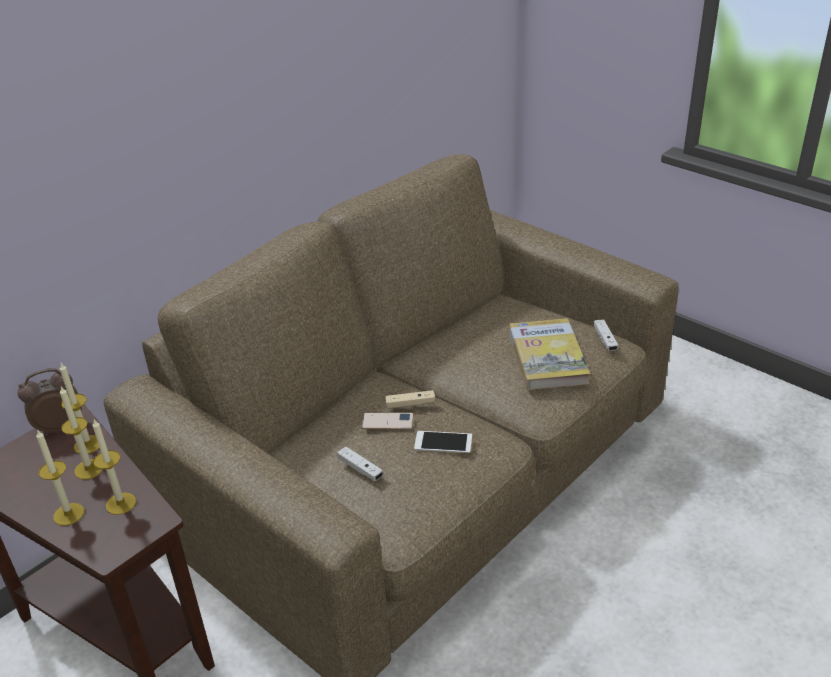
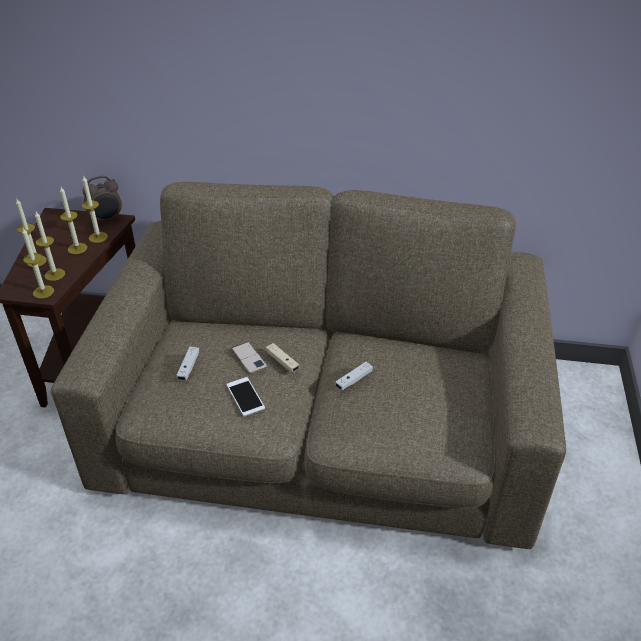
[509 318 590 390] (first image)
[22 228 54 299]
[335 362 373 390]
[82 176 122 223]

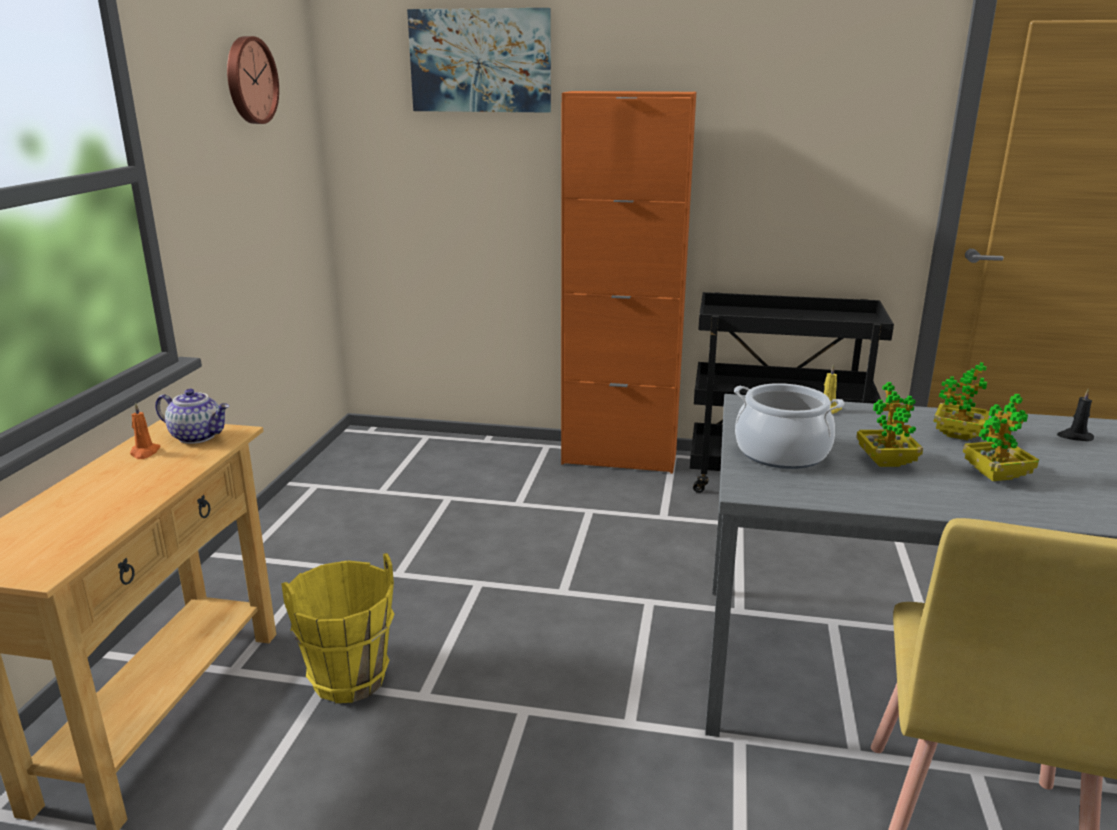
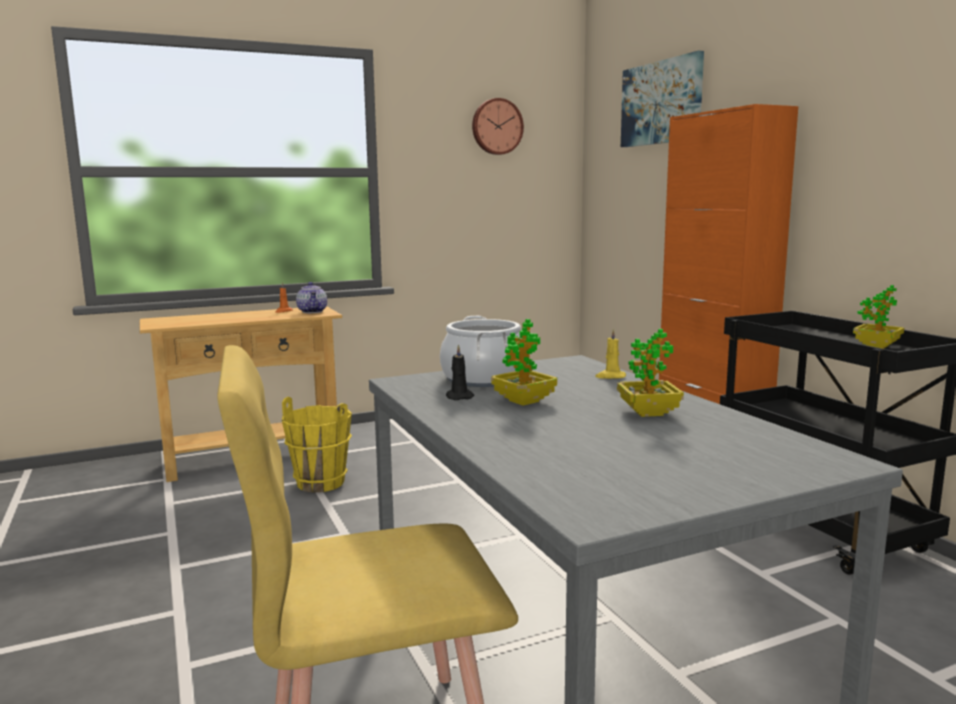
[853 285 904 349]
[446 344 474 400]

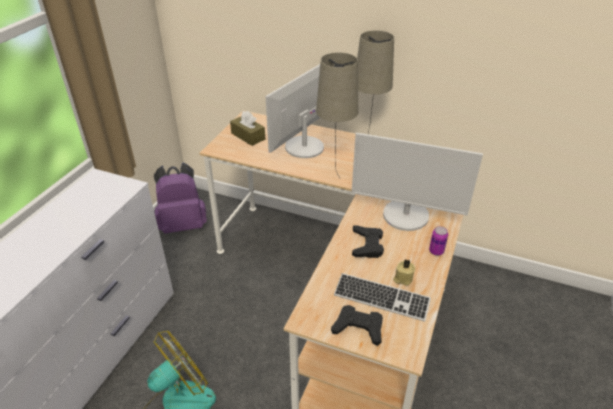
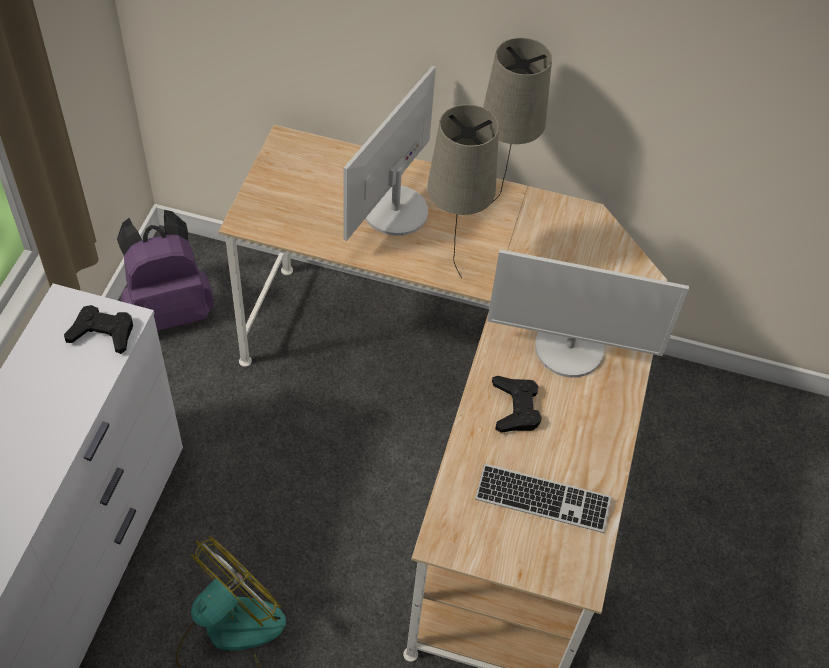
[230 111 265 146] (first image)
[393 259 415 286] (first image)
[429 226 448 256] (first image)
[64 305 133 354]

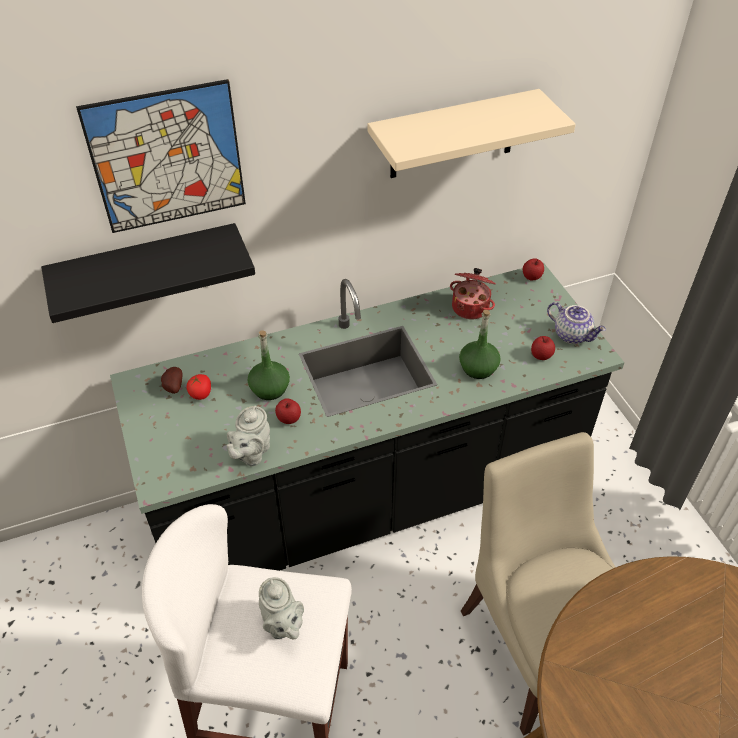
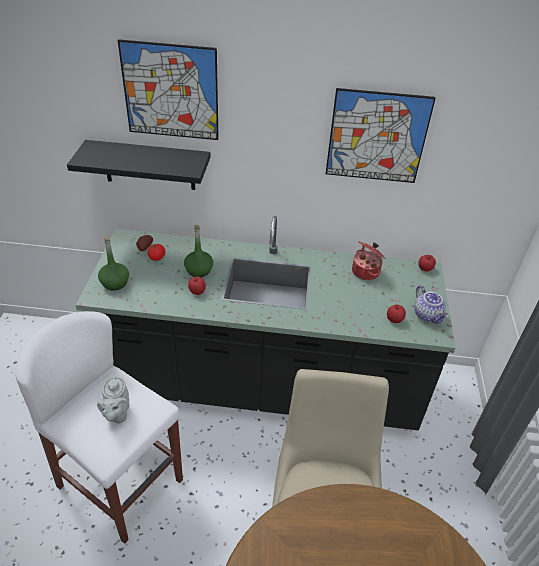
[227 406 270 466] (first image)
[98 236 129 290]
[325 88 436 183]

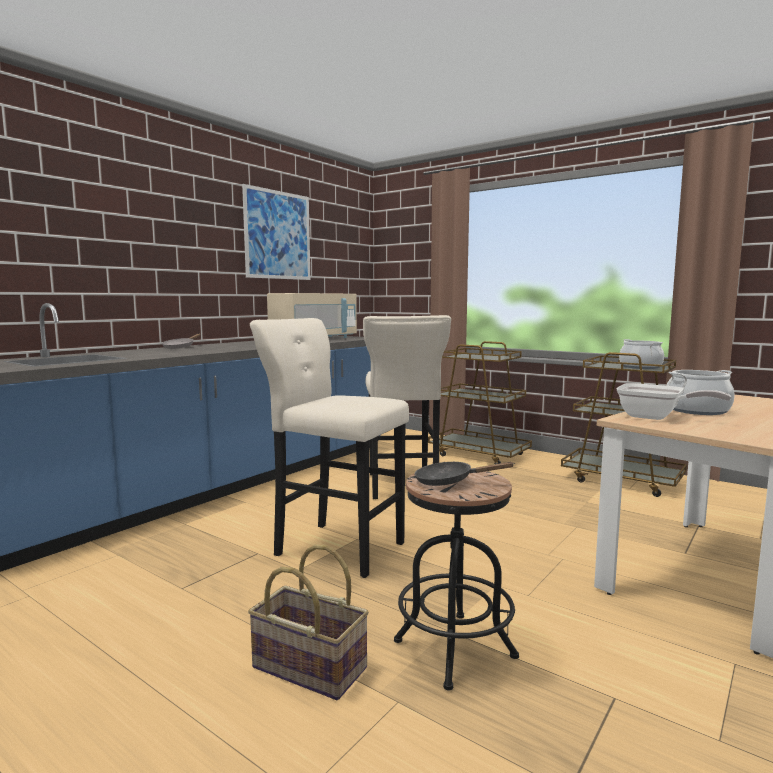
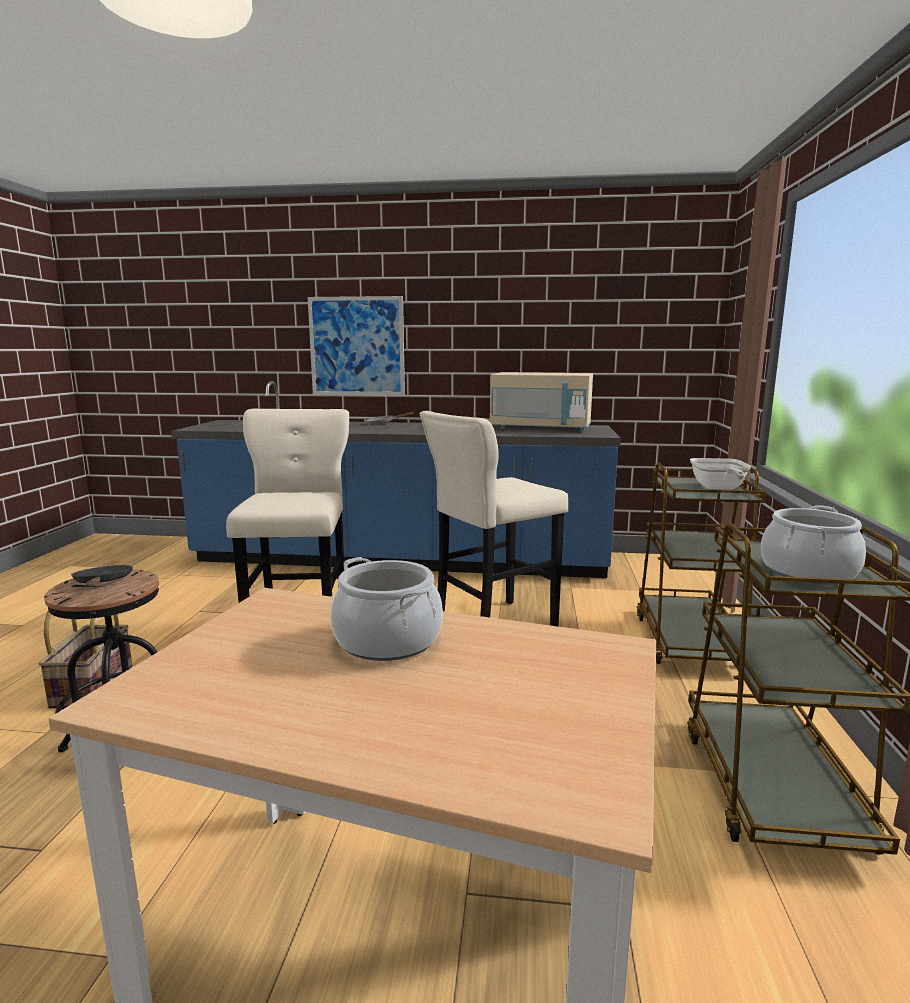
[308 296 405 396]
[690 458 751 490]

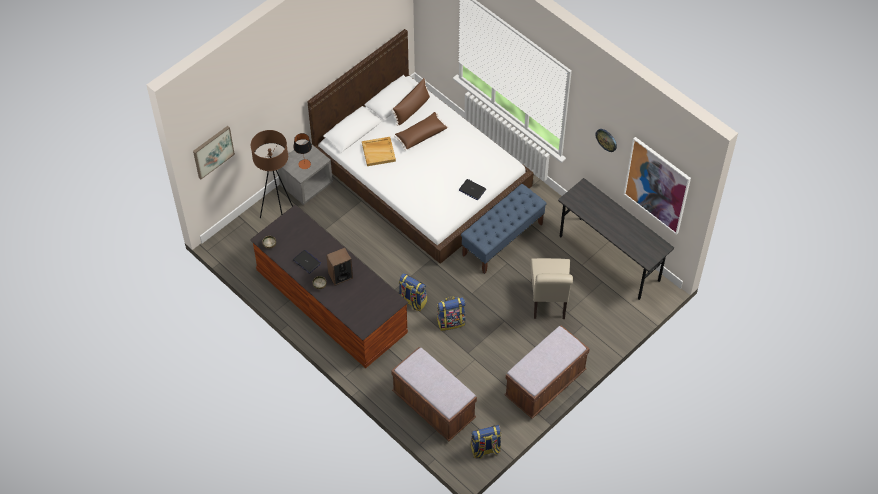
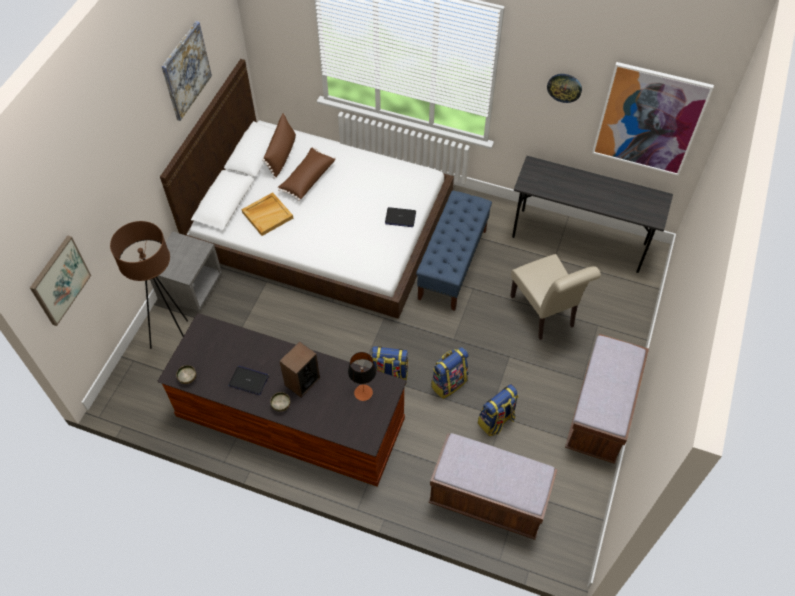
[162 21 212 121]
[348 352 376 401]
[478 384 519 436]

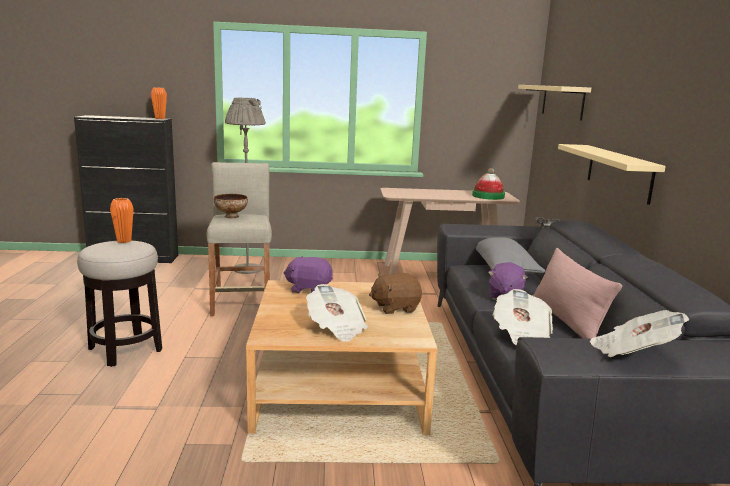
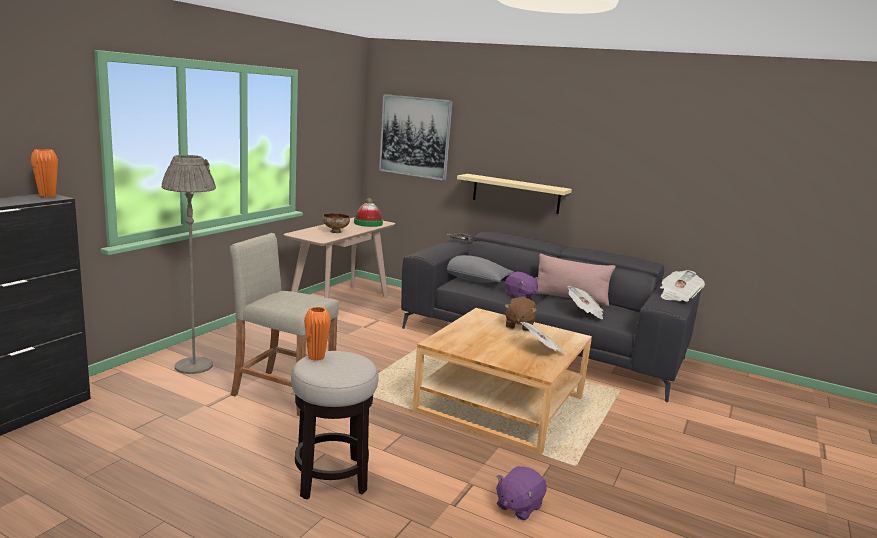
[323 213 350 233]
[496 466 547 520]
[379 94 453 181]

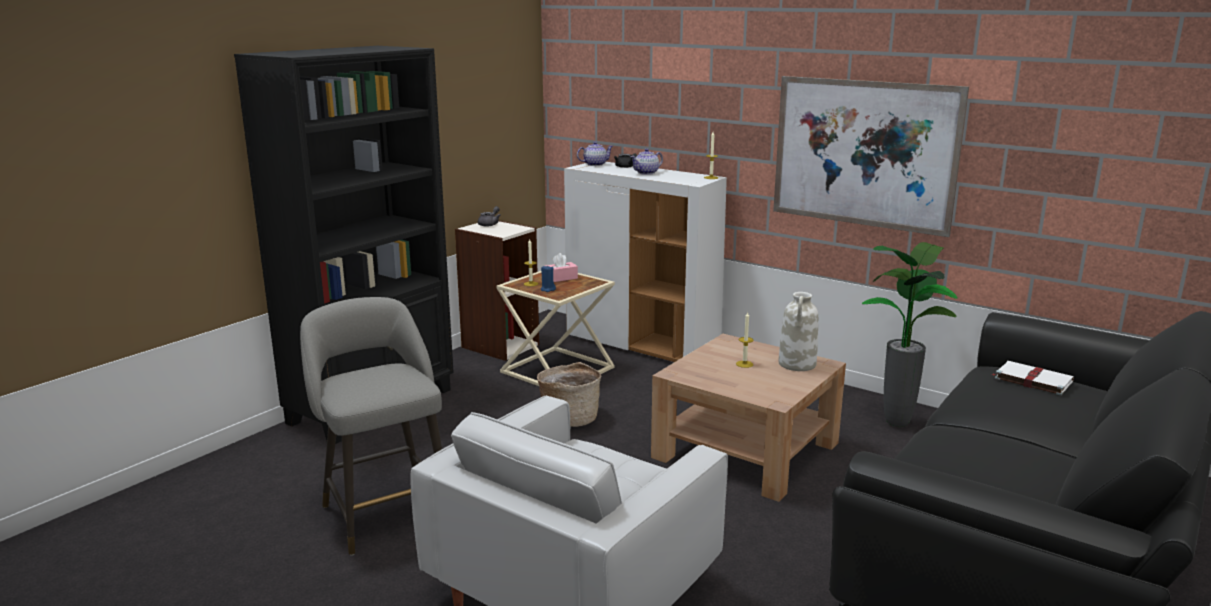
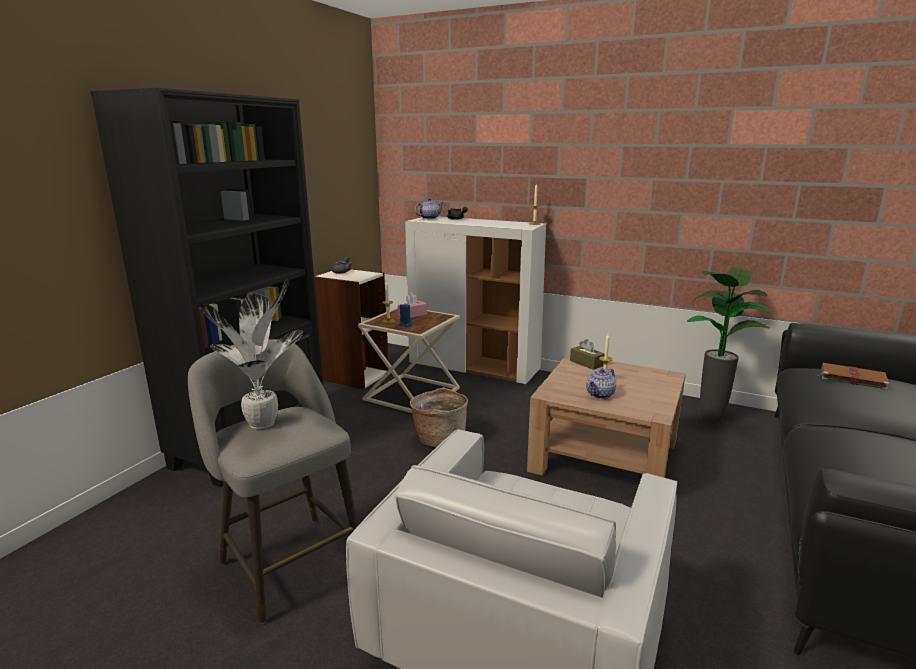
[773 76 969 237] (first image)
[778 292 818 371] (first image)
[201 278 303 429]
[570 339 605 370]
[586 368 616 399]
[816 362 889 390]

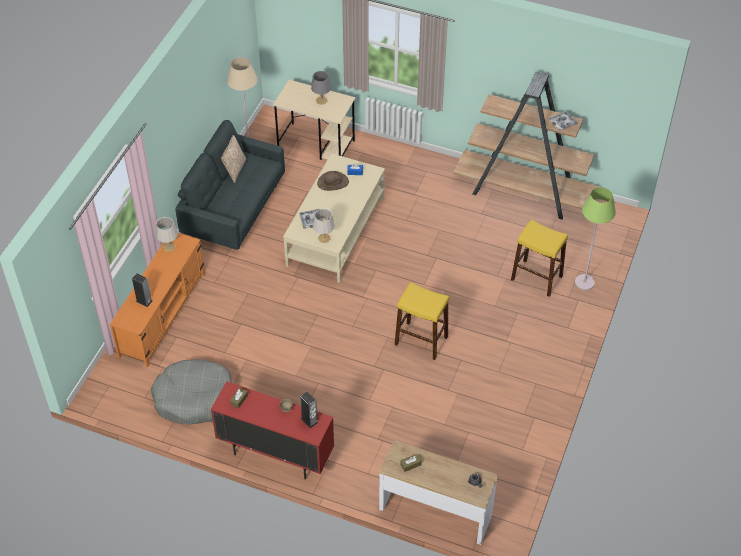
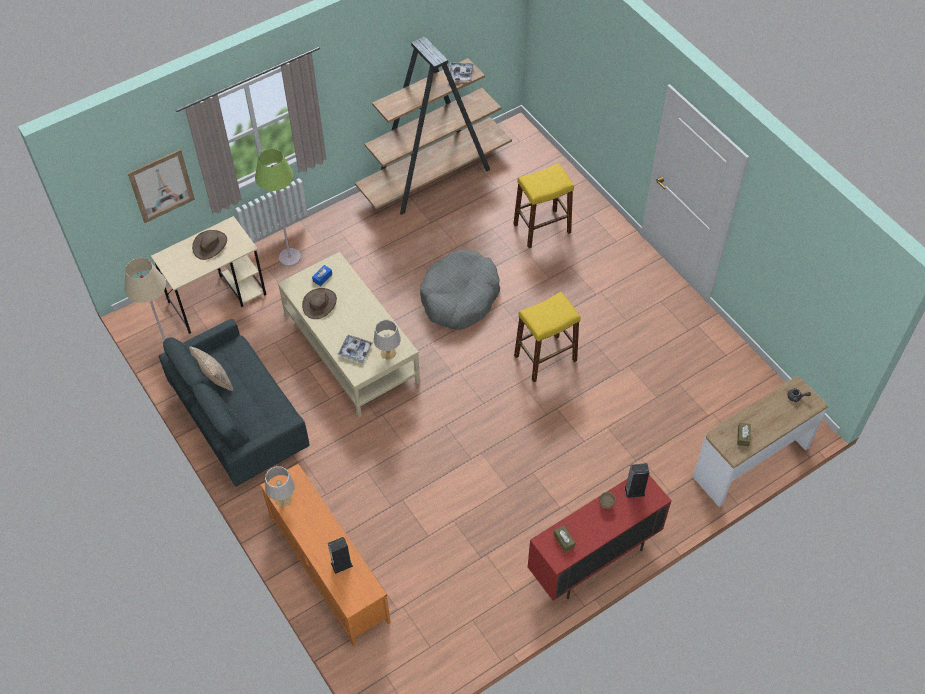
[128 149 195 223]
[420 250 500 330]
[255 149 301 266]
[192 230 227 260]

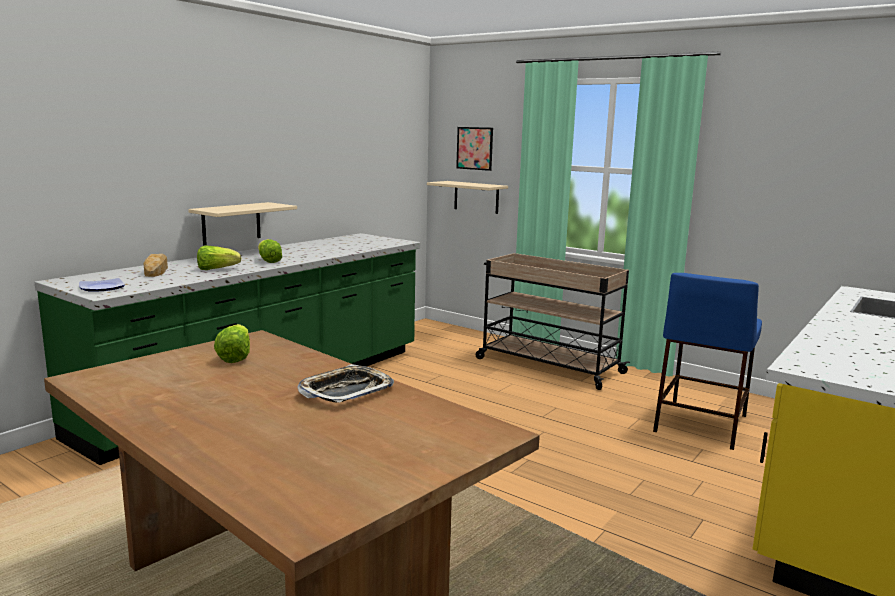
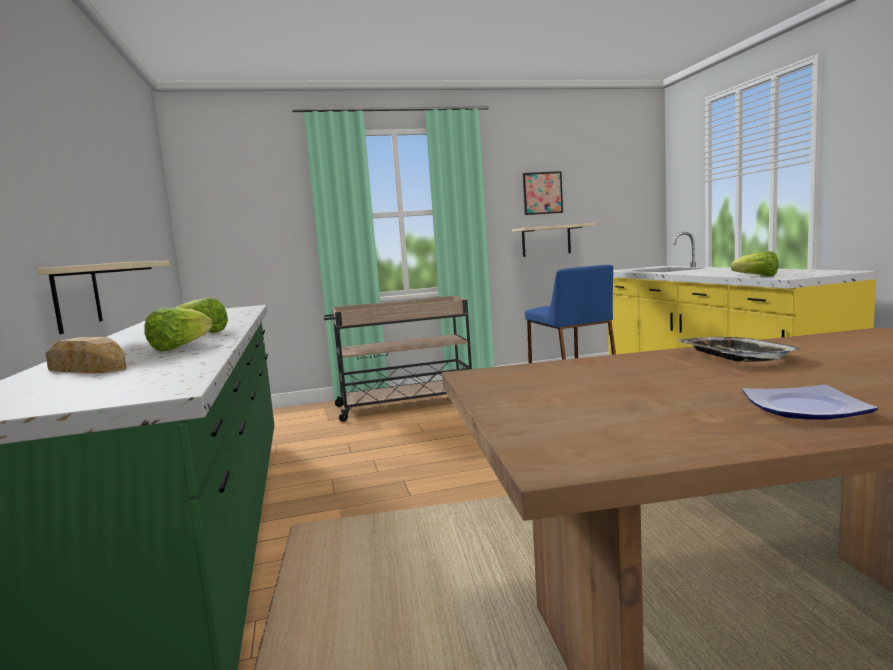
[742 385 878 420]
[731 251 778 276]
[512 223 595 257]
[523 171 563 215]

